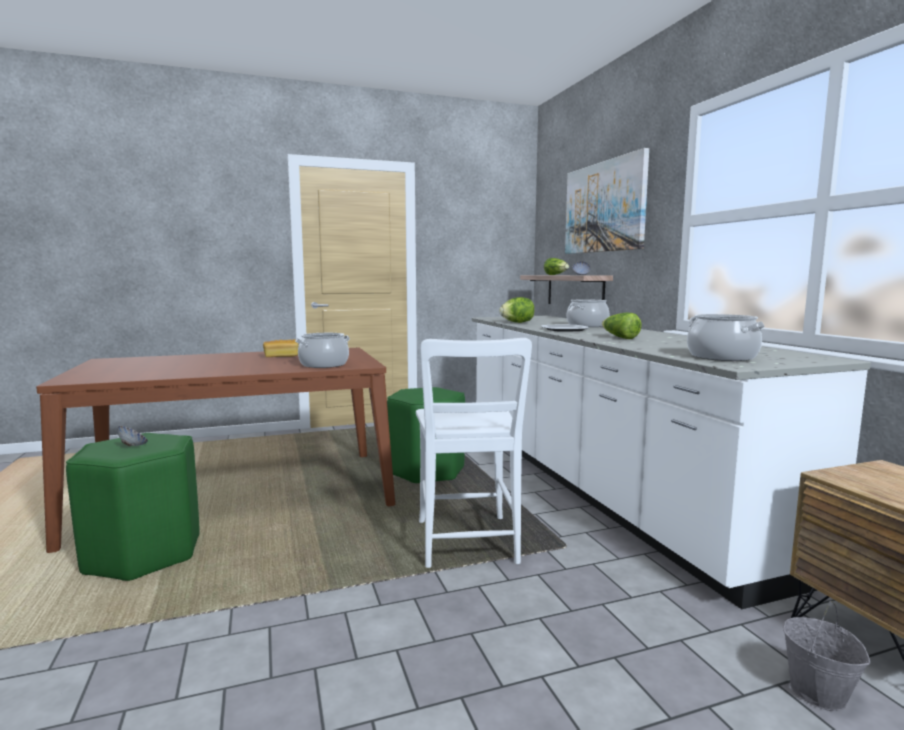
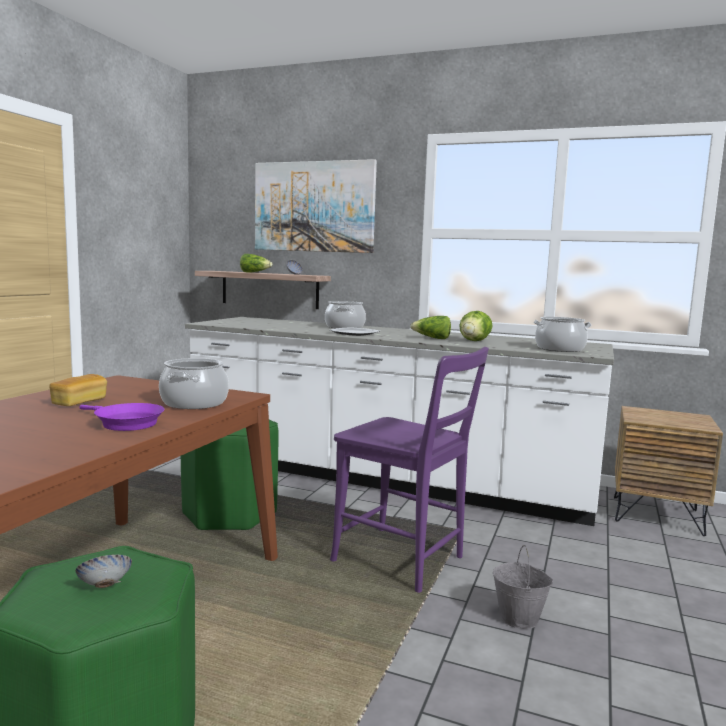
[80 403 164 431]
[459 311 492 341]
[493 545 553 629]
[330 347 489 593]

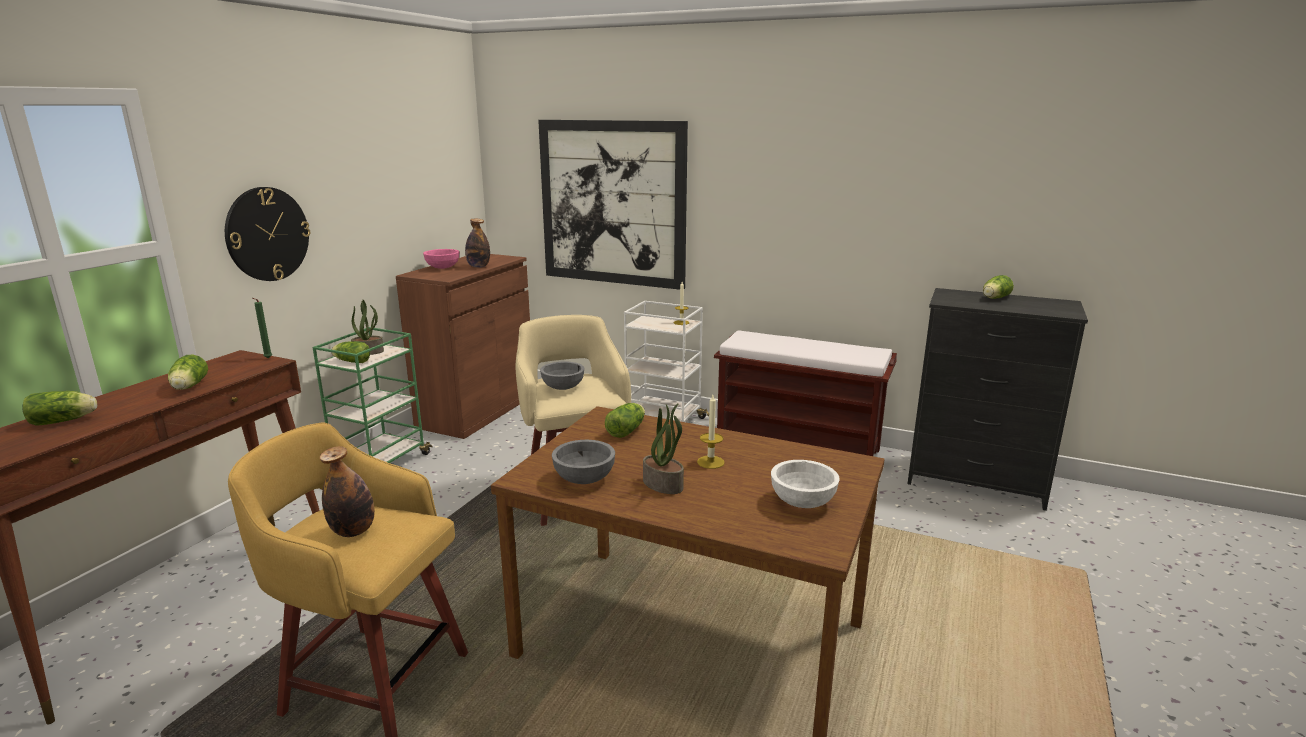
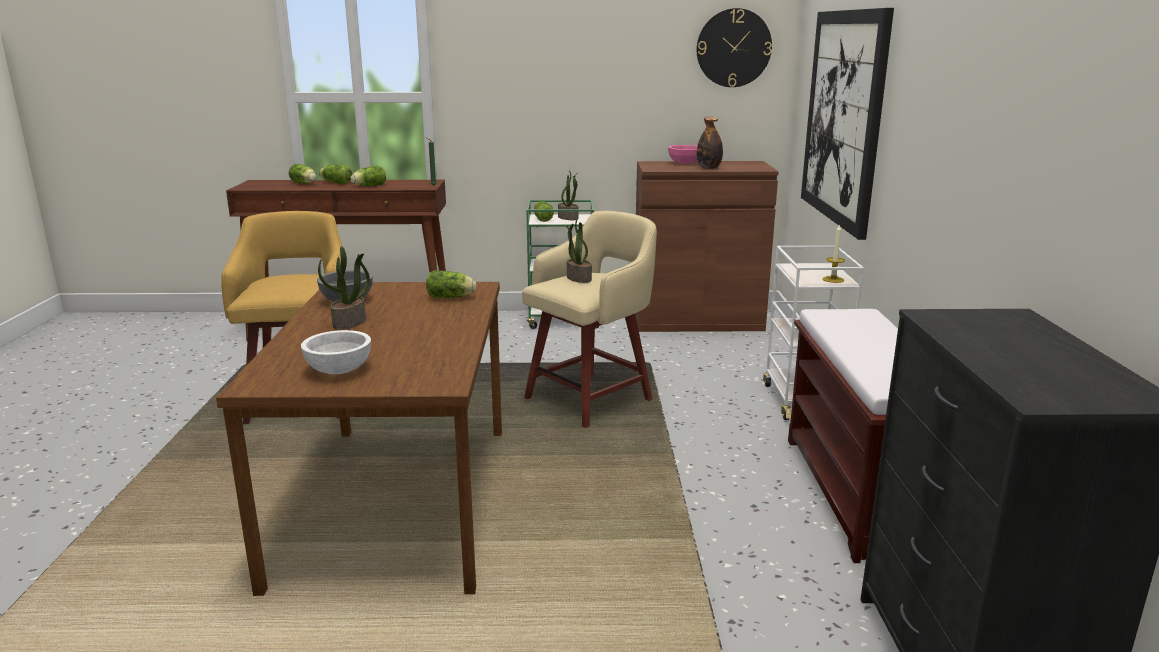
[320 446 375 537] (first image)
[697 395 725 469] (first image)
[697 8 772 87]
[319 164 352 184]
[566 218 592 283]

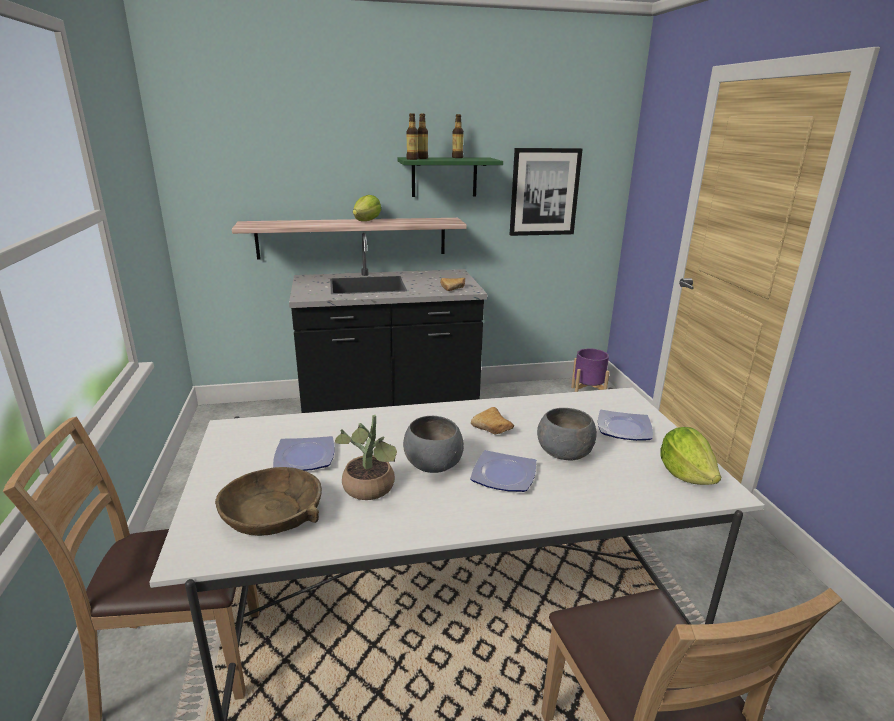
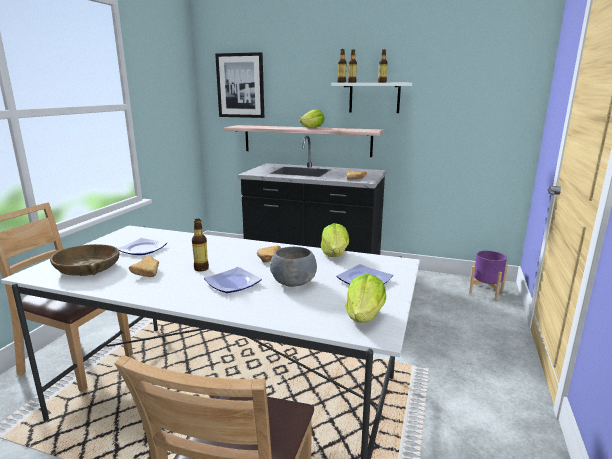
[321 223 349 257]
[215 52 264 118]
[129 256 159 277]
[192 219 209 271]
[331 83 412 113]

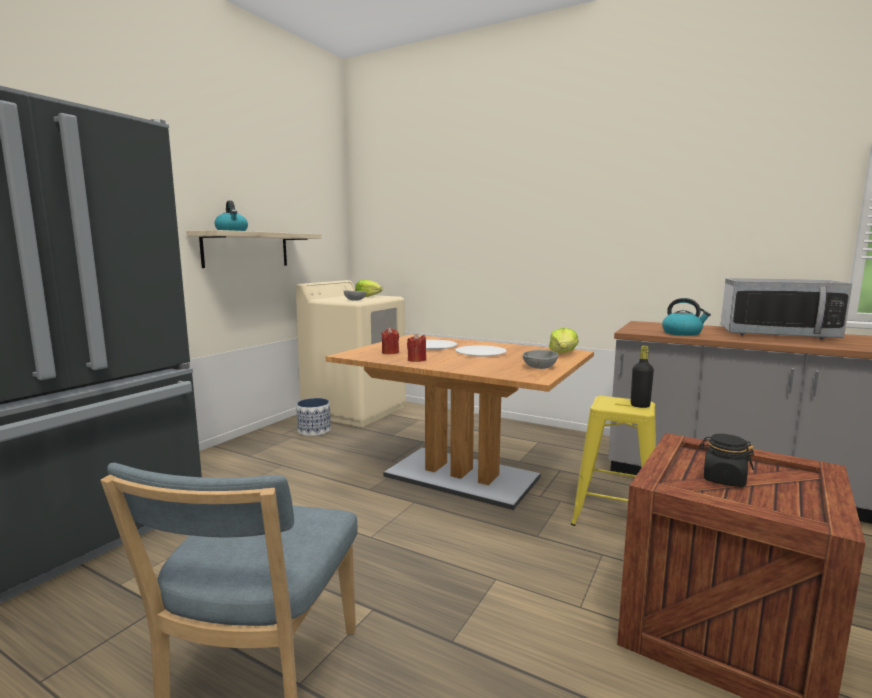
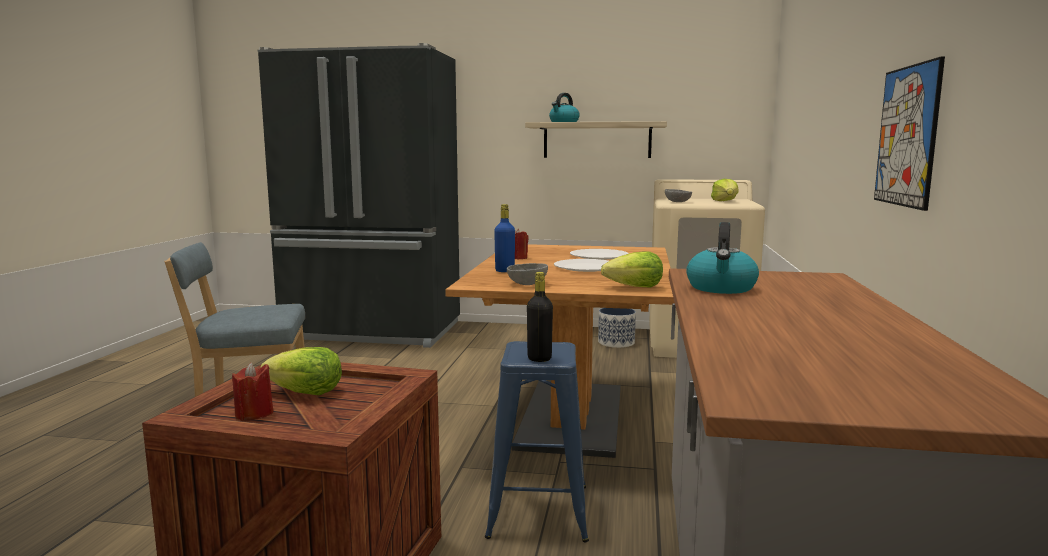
[721 278 852 339] (first image)
[494 204 515 272]
[874 56 945 211]
[232 362 273 421]
[260 347 342 395]
[485 341 589 542]

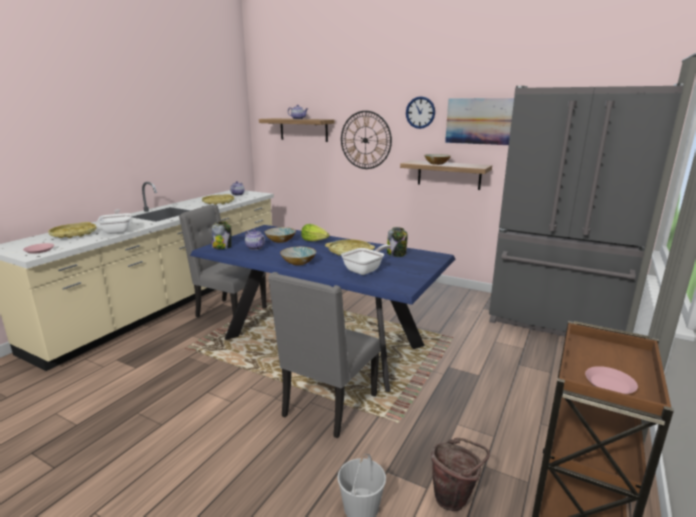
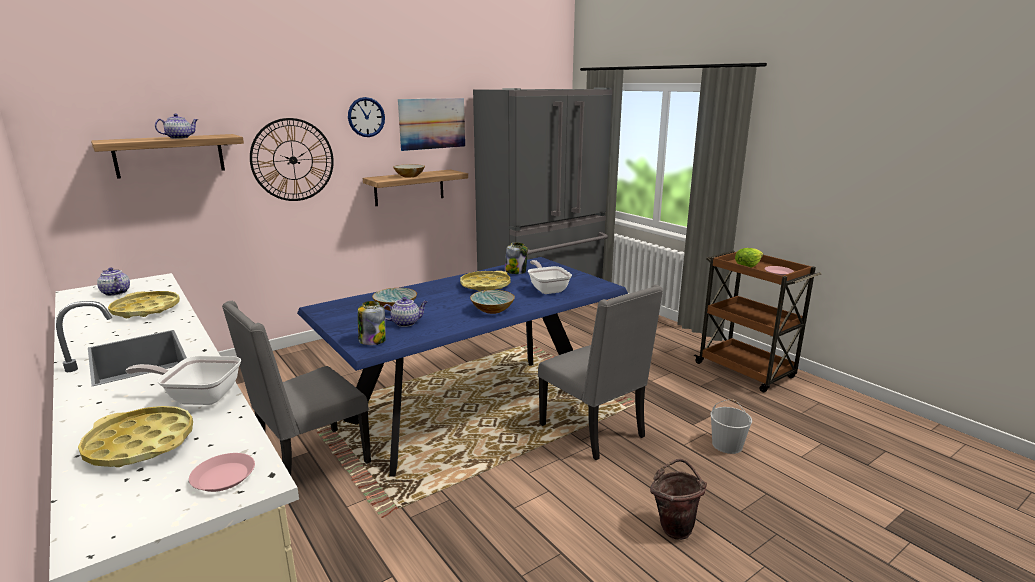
[735 248 763 268]
[650 459 707 540]

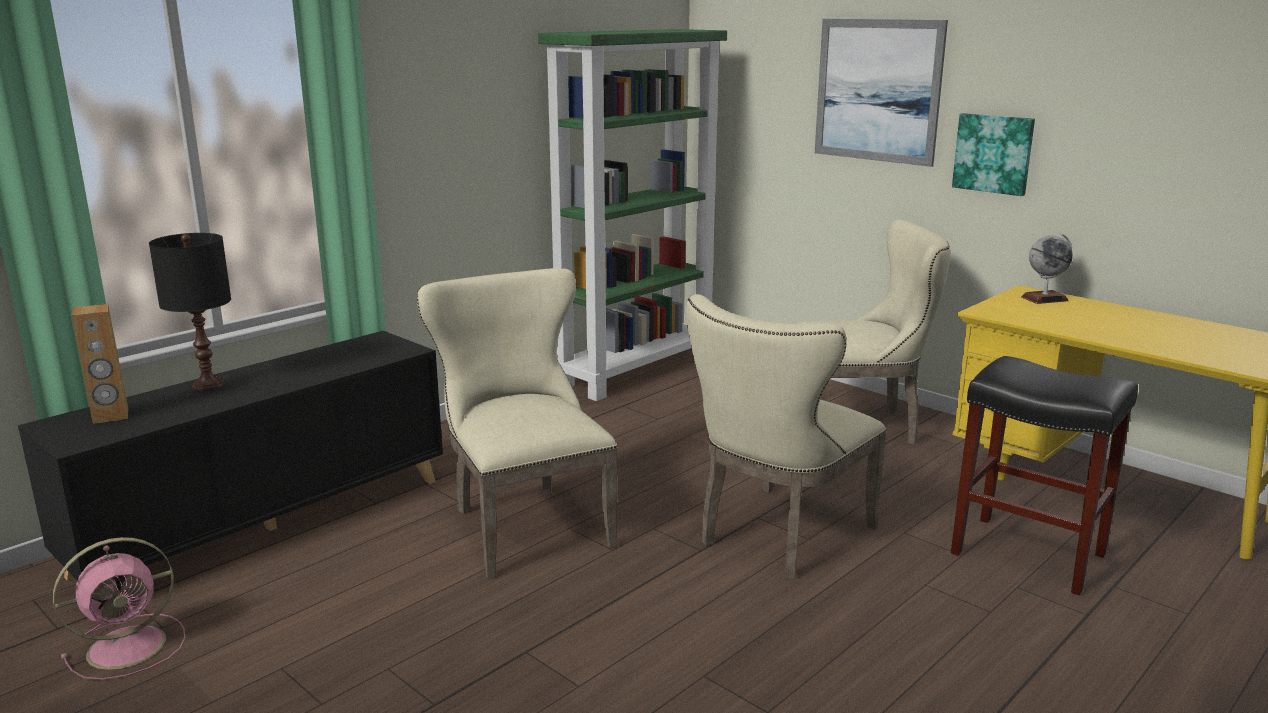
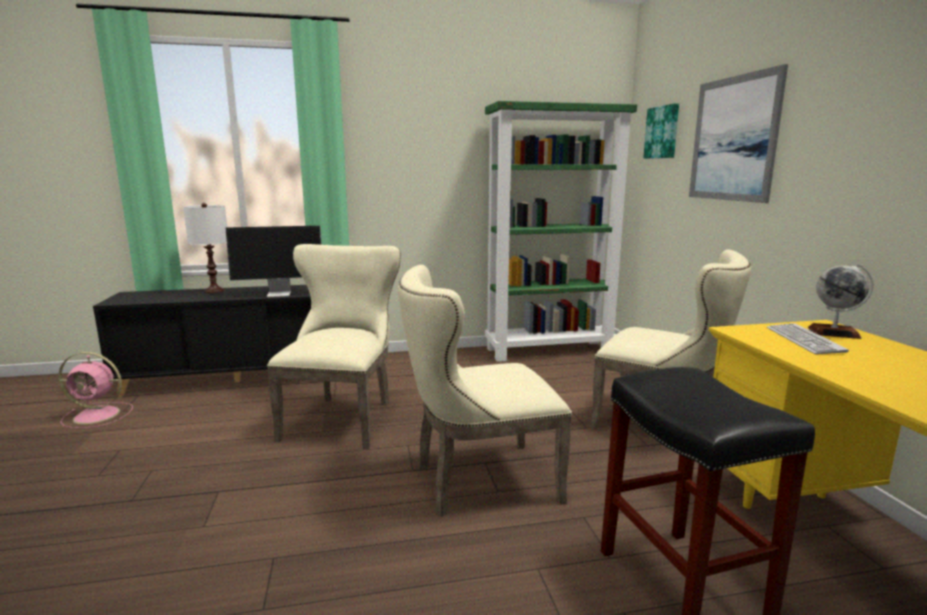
[72 304 128 424] (first image)
[226 226 321 297]
[767 323 849 354]
[643 103 679 159]
[183 203 227 293]

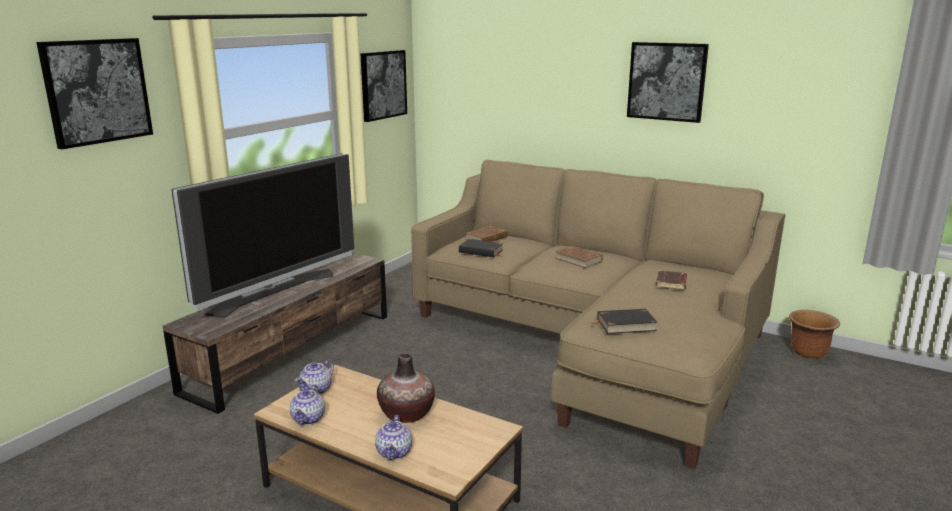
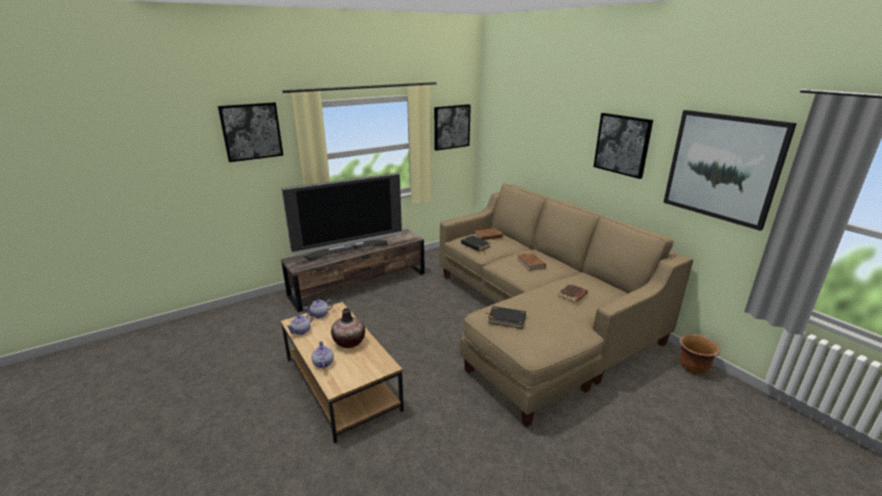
[663 110 797 231]
[312 341 334 369]

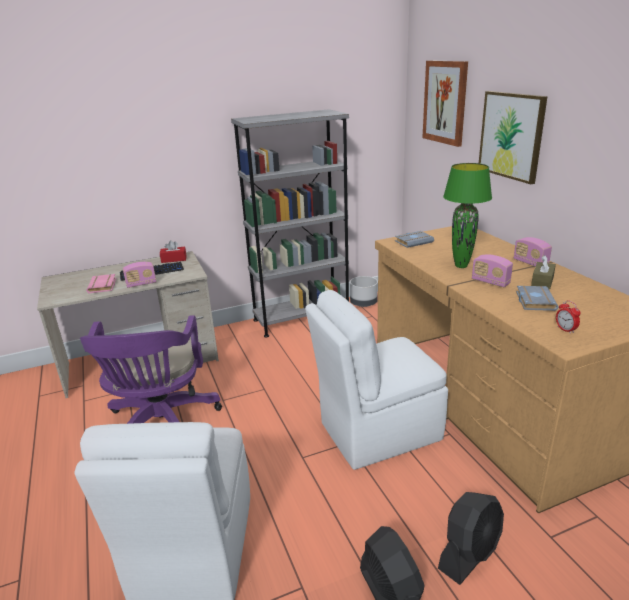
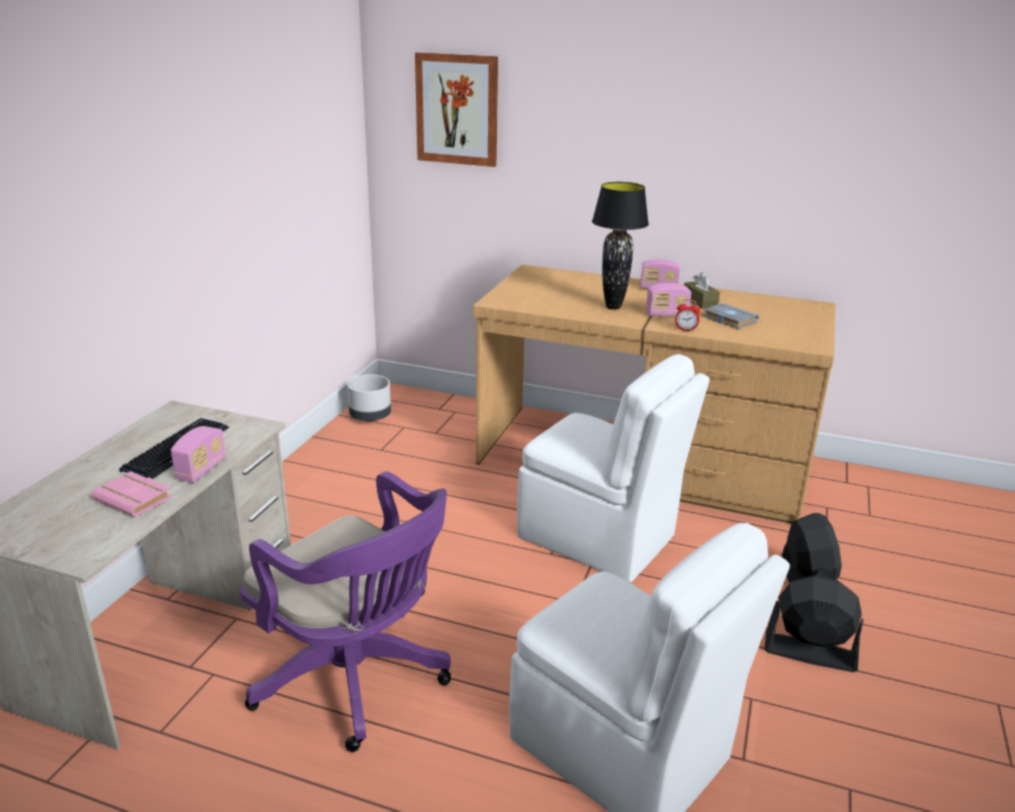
[160 240 187 263] (first image)
[231 109 349 338] (first image)
[395 231 434 248] (first image)
[479 91 548 184] (first image)
[675 300 700 332]
[592 182 649 310]
[517 354 710 582]

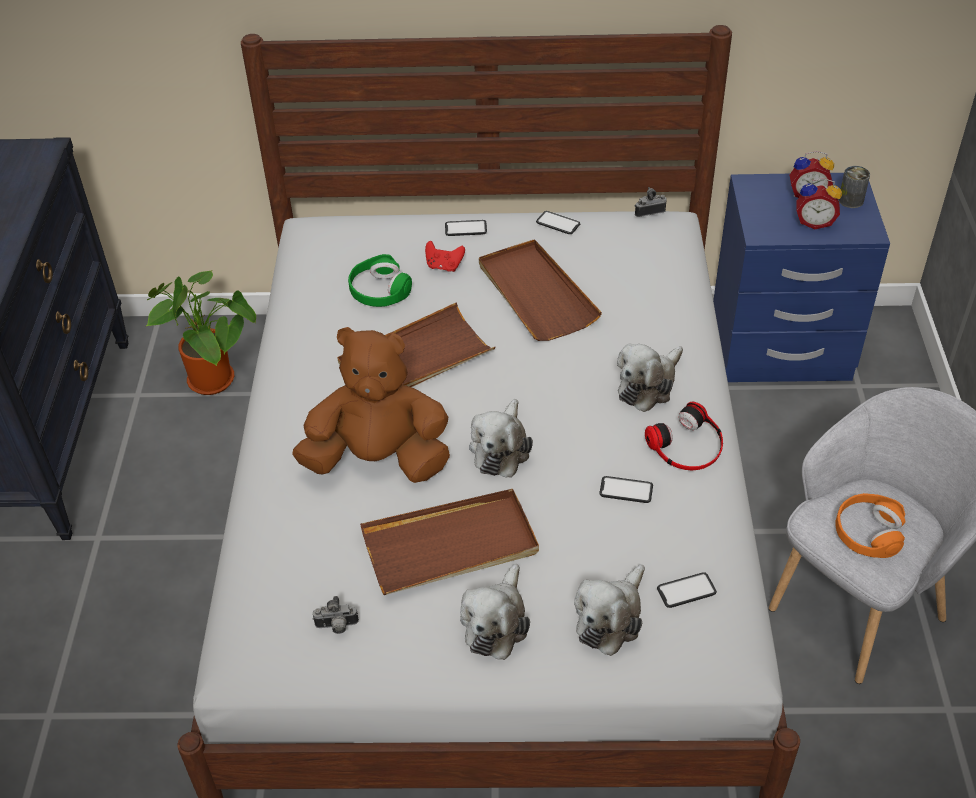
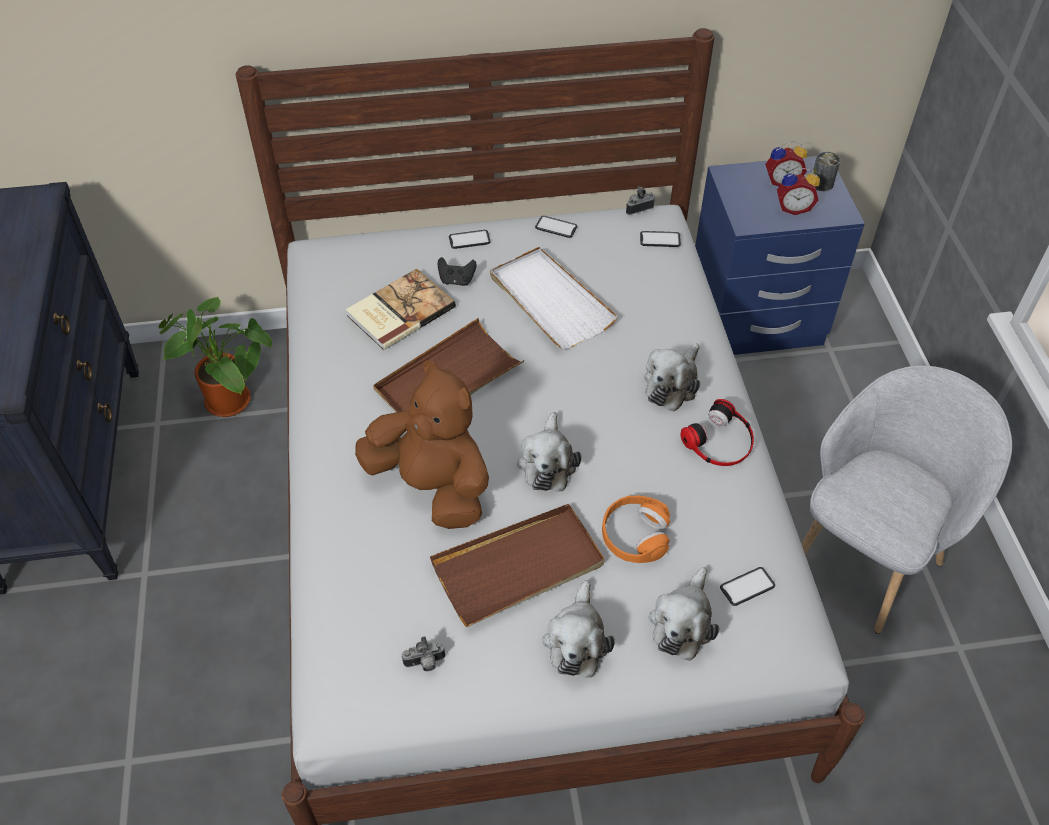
[640 231 681 247]
[602 496 670 563]
[346 268 456 350]
[438 257 477 286]
[490 247 618 350]
[355 360 489 529]

